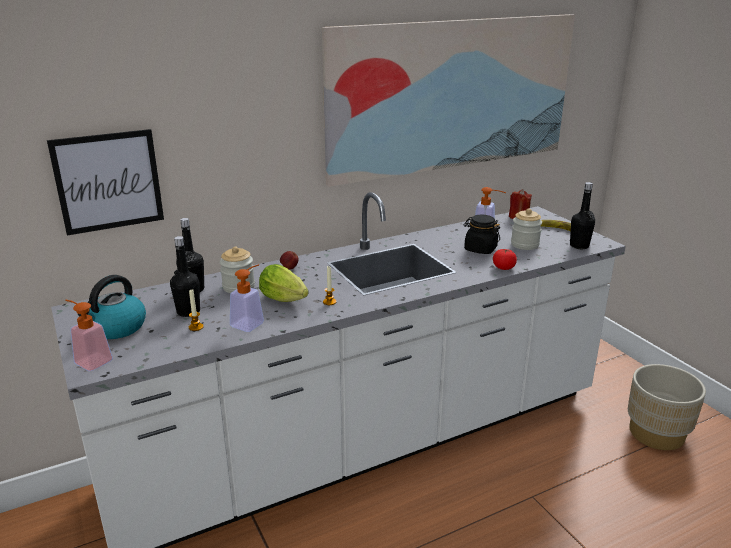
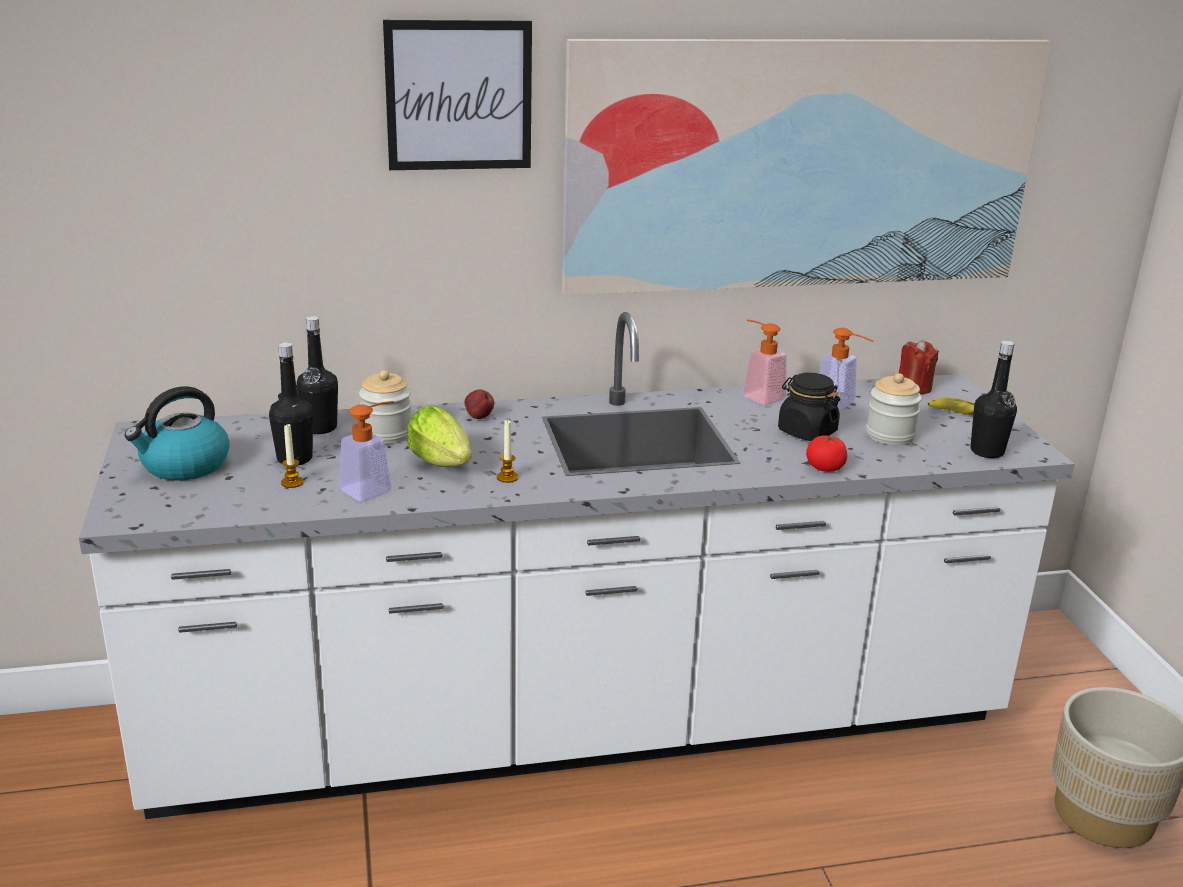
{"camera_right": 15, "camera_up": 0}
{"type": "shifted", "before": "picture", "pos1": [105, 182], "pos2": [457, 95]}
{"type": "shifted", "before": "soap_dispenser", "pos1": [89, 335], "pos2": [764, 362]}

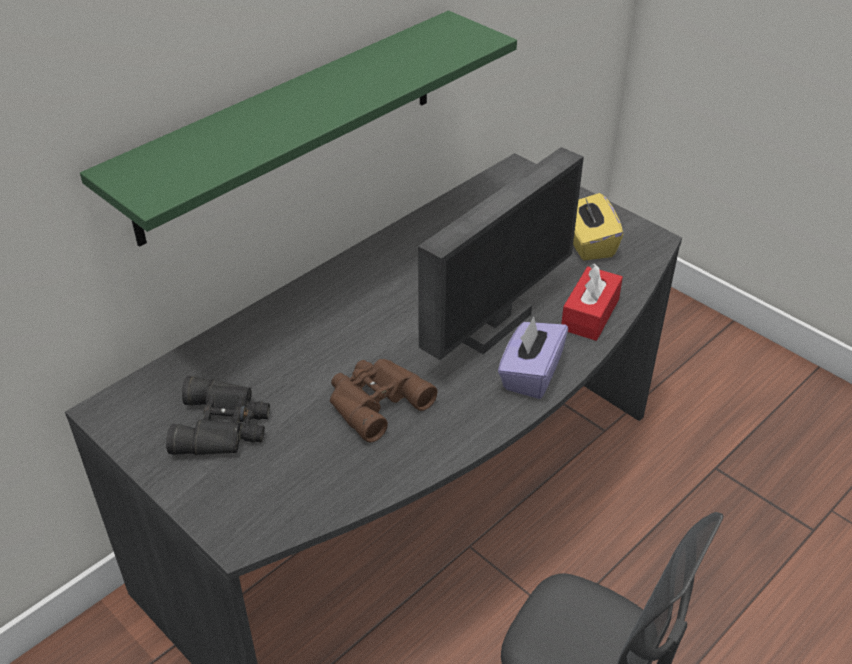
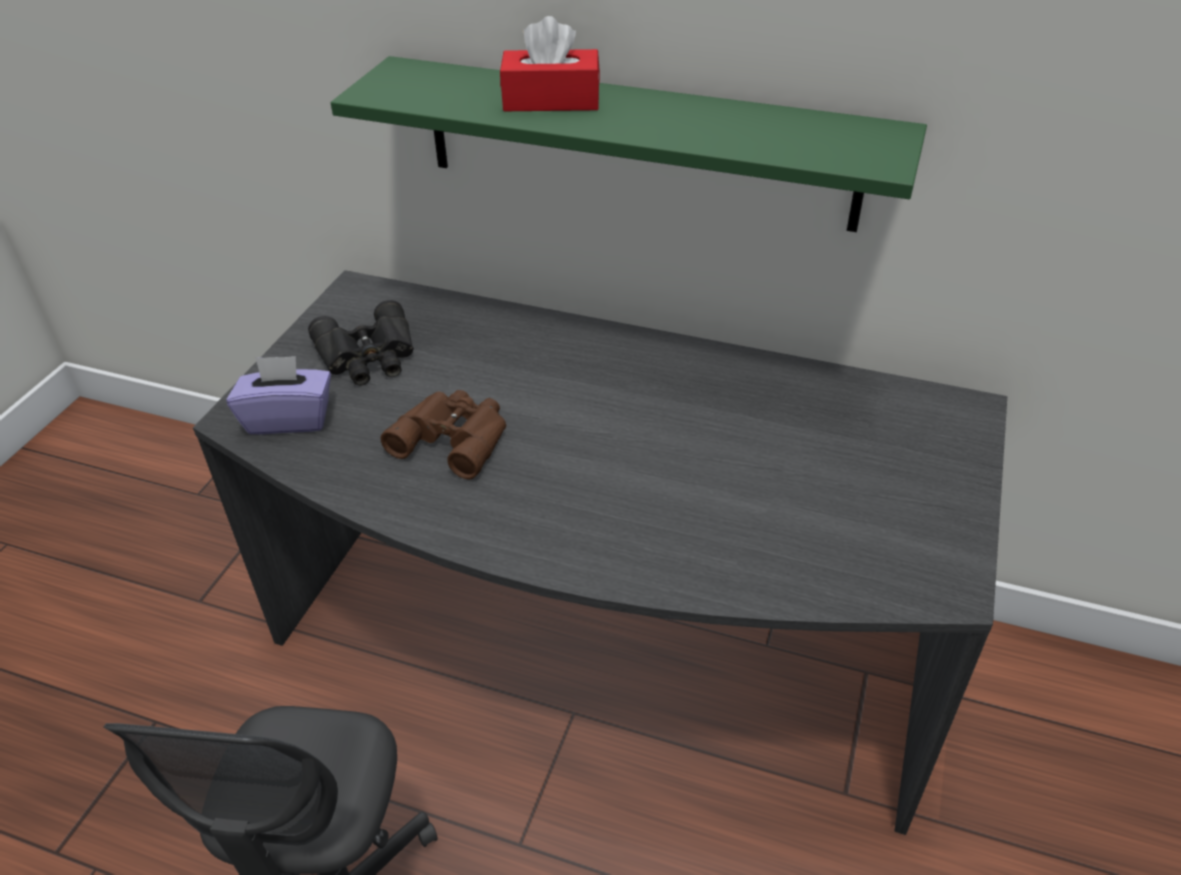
{"camera_right": 65, "camera_up": 0}
{"type": "shifted", "before": "purple_tissue_box", "pos1": [533, 358], "pos2": [278, 395]}
{"type": "shifted", "before": "red_tissue_box", "pos1": [592, 302], "pos2": [550, 63]}
{"type": "gone", "before": "monitor", "pos1": [501, 253]}
{"type": "gone", "before": "yellow_tissue_box", "pos1": [598, 227]}

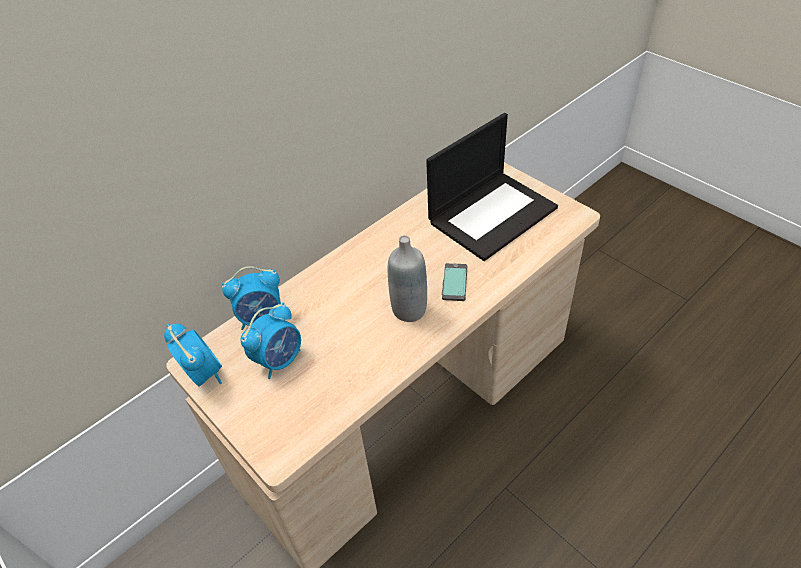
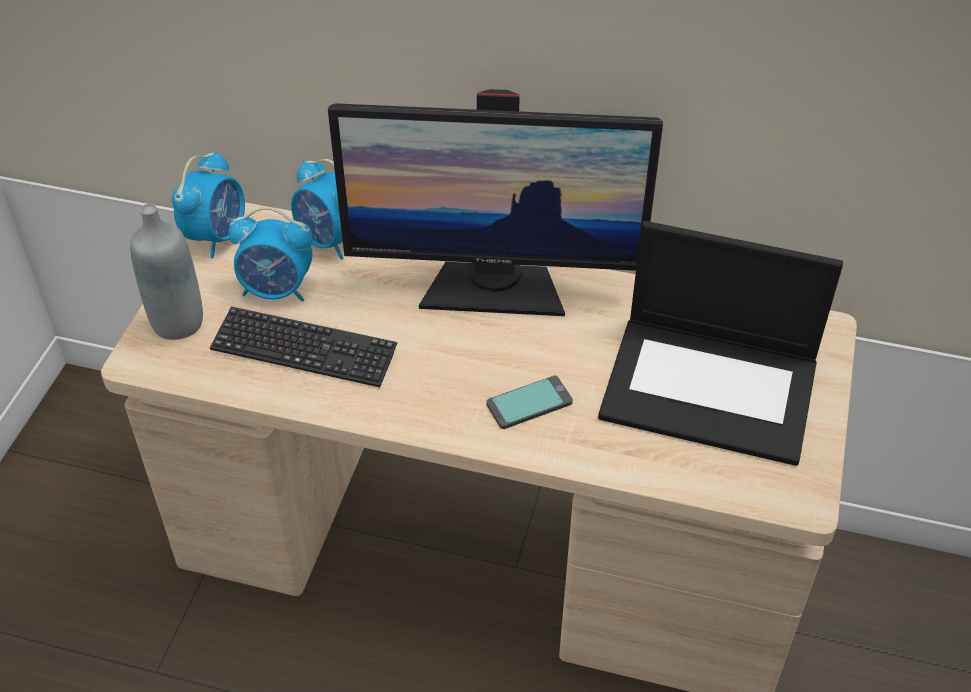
{"camera_right": 55, "camera_up": 0}
{"type": "shifted", "before": "grey_bottle", "pos1": [407, 278], "pos2": [166, 272]}
{"type": "new", "after": "keyboard", "pos2": [303, 346]}
{"type": "new", "after": "monitor", "pos2": [495, 202]}

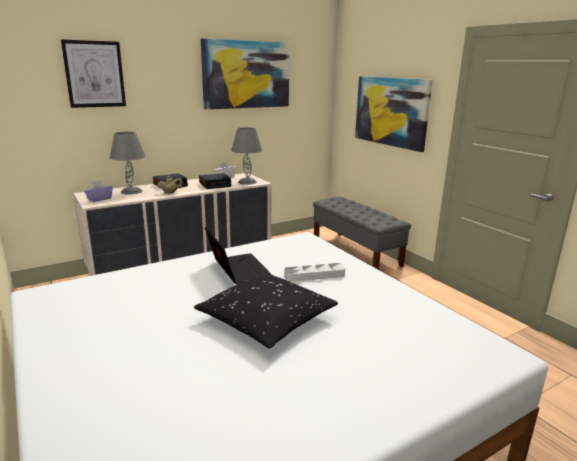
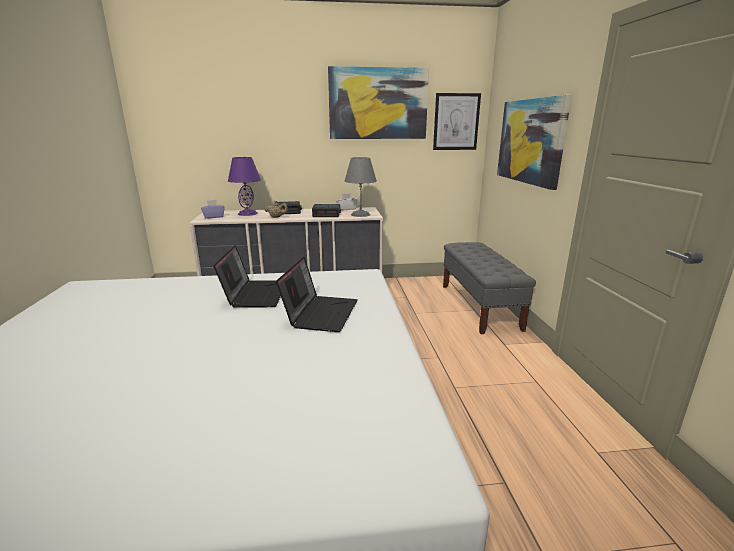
{"camera_right": 25, "camera_up": 0}
{"type": "repainted", "before": "grey_table_lamp", "after": "purple_table_lamp", "pos1": [128, 163], "pos2": [244, 186]}
{"type": "swapped", "before": "grey_tray", "after": "laptop", "pos1": [314, 272], "pos2": [316, 294]}
{"type": "shifted", "before": "picture", "pos1": [93, 73], "pos2": [457, 121]}
{"type": "gone", "before": "black_pillow", "pos1": [266, 310]}

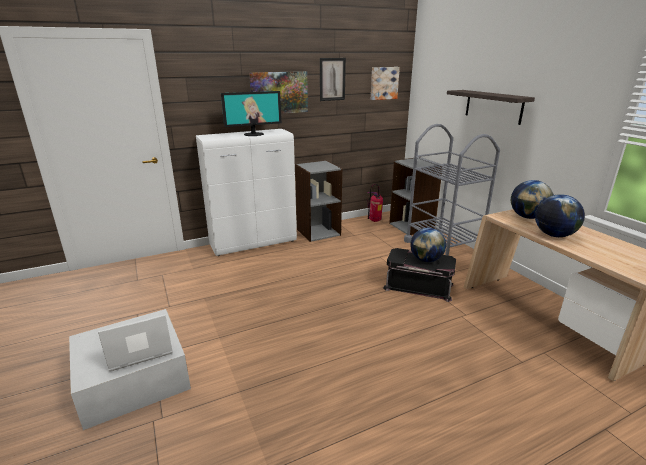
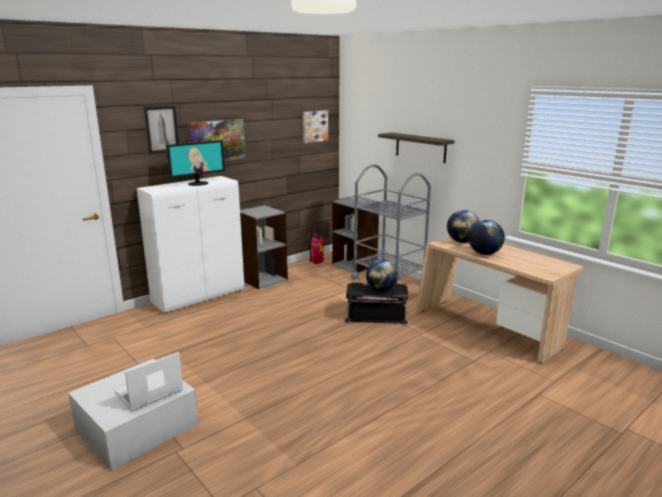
{"camera_right": -15, "camera_up": -5}
{"type": "shifted", "before": "picture", "pos1": [333, 79], "pos2": [161, 130]}

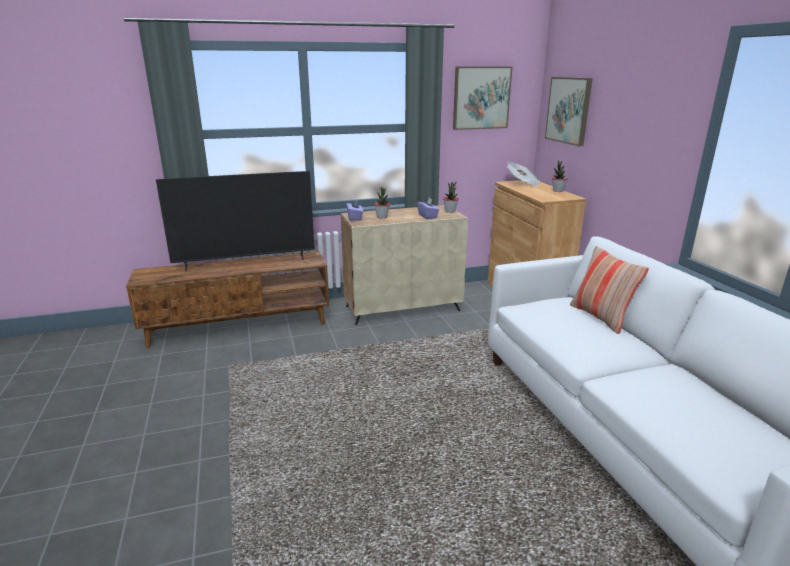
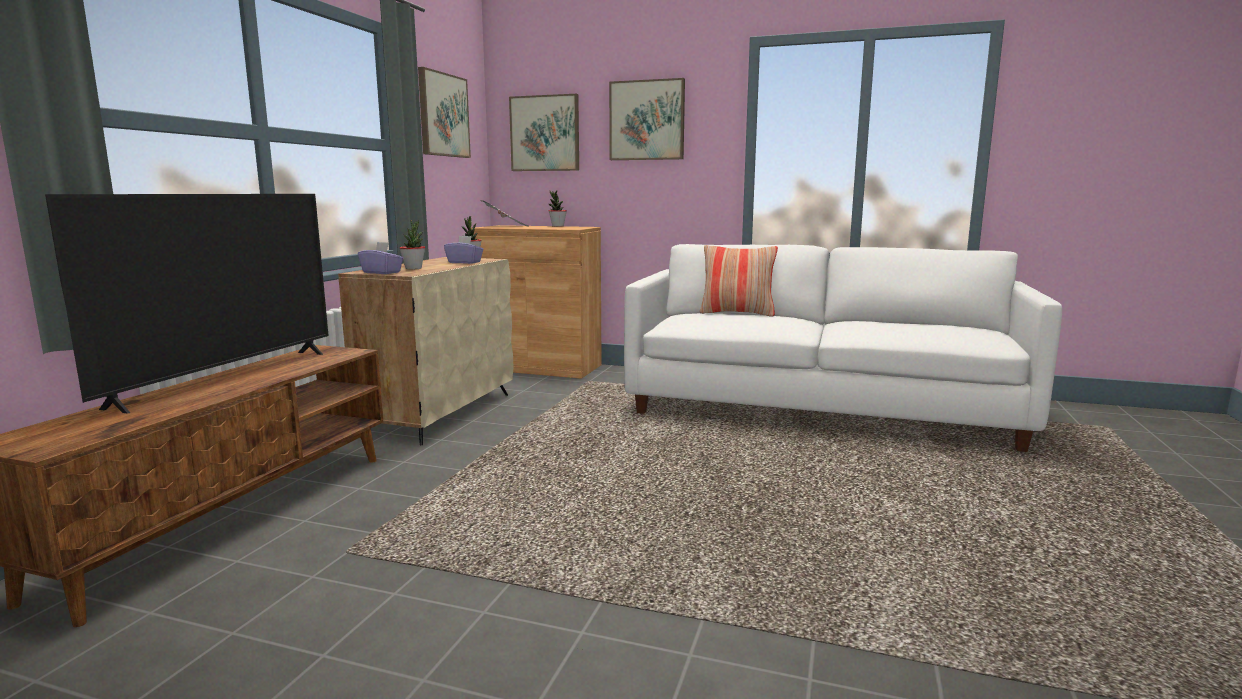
{"camera_right": -55, "camera_up": -10}
{"type": "new", "after": "picture", "pos2": [647, 119]}

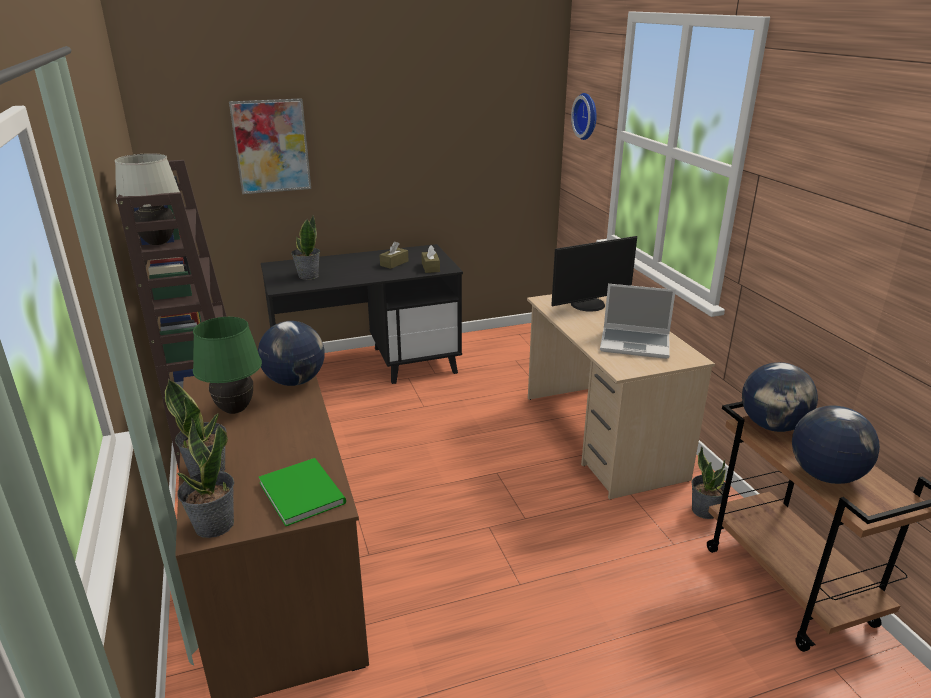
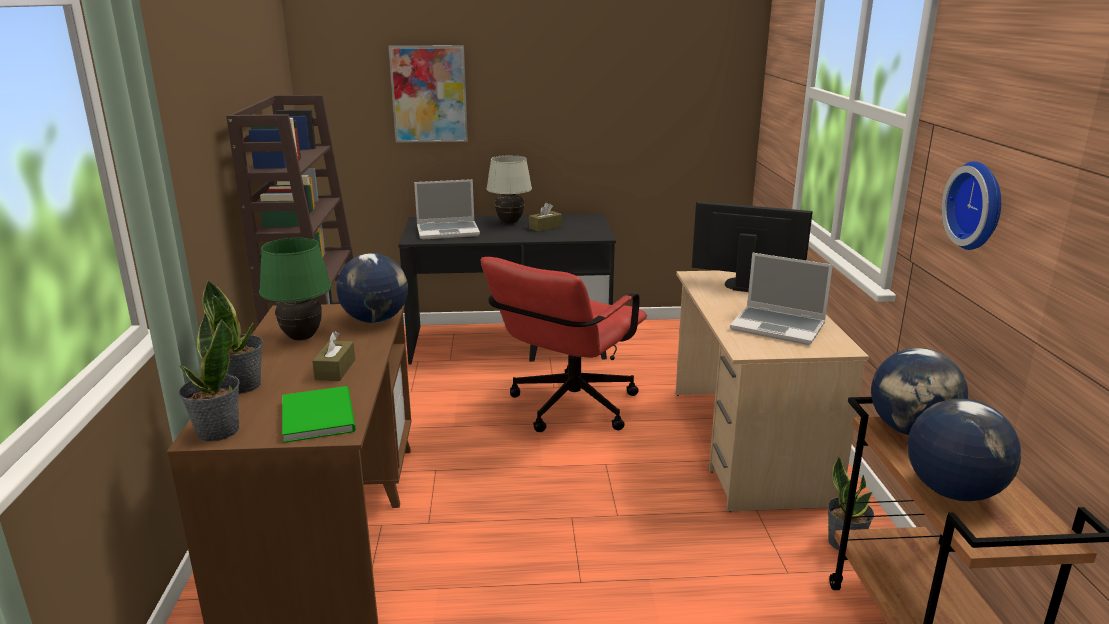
{"camera_right": 15, "camera_up": -5}
{"type": "shifted", "before": "brown_tissue_box", "pos1": [431, 259], "pos2": [333, 356]}
{"type": "swapped", "before": "potted_plant", "after": "laptop", "pos1": [305, 248], "pos2": [447, 209]}
{"type": "new", "after": "red_office_chair", "pos2": [563, 344]}
{"type": "shifted", "before": "white_table_lamp", "pos1": [147, 199], "pos2": [509, 189]}
{"type": "rotated", "before": "monitor", "pos1": [594, 273], "pos2": [752, 246], "turn": -150}
{"type": "shifted", "before": "wall_clock", "pos1": [584, 116], "pos2": [971, 205]}

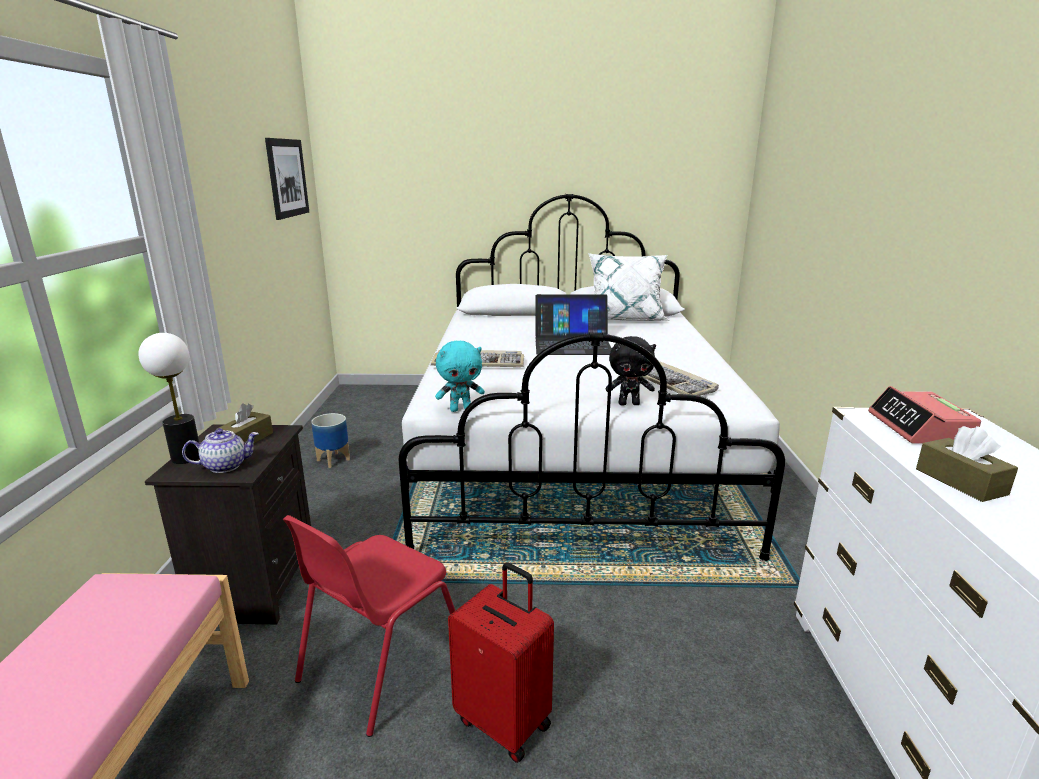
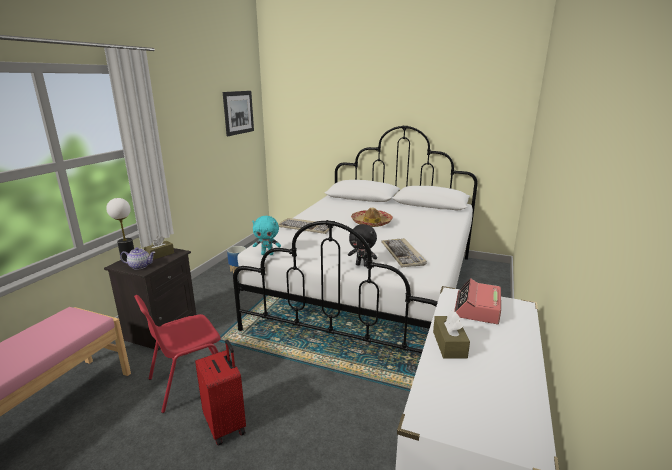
{"camera_right": 20, "camera_up": 0}
{"type": "swapped", "before": "laptop", "after": "hat", "pos1": [573, 324], "pos2": [372, 217]}
{"type": "gone", "before": "white_pillow", "pos1": [629, 287]}

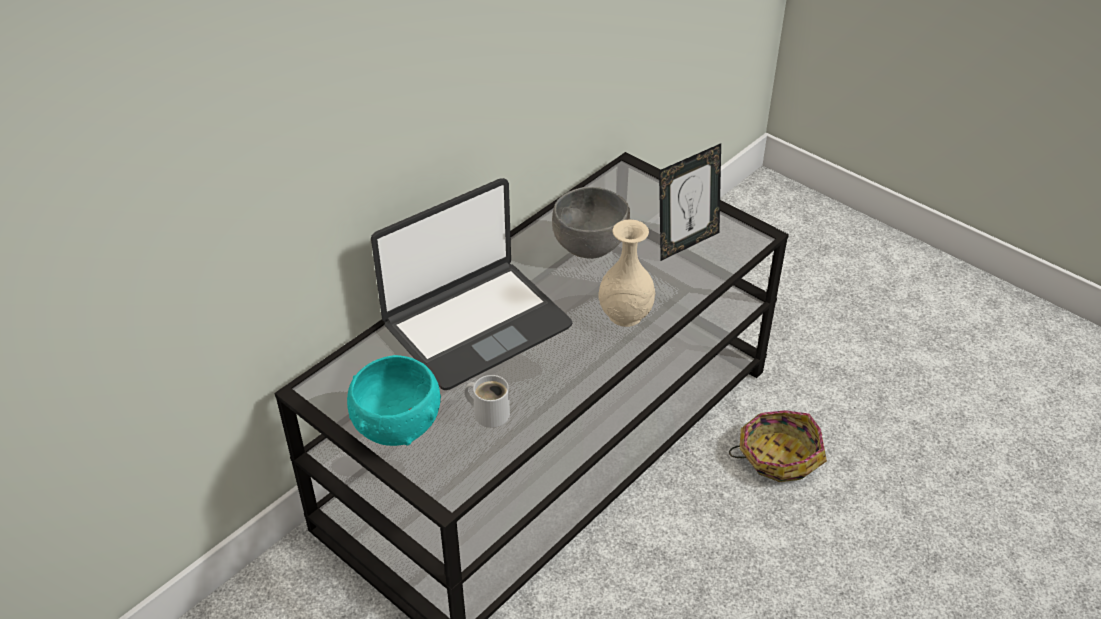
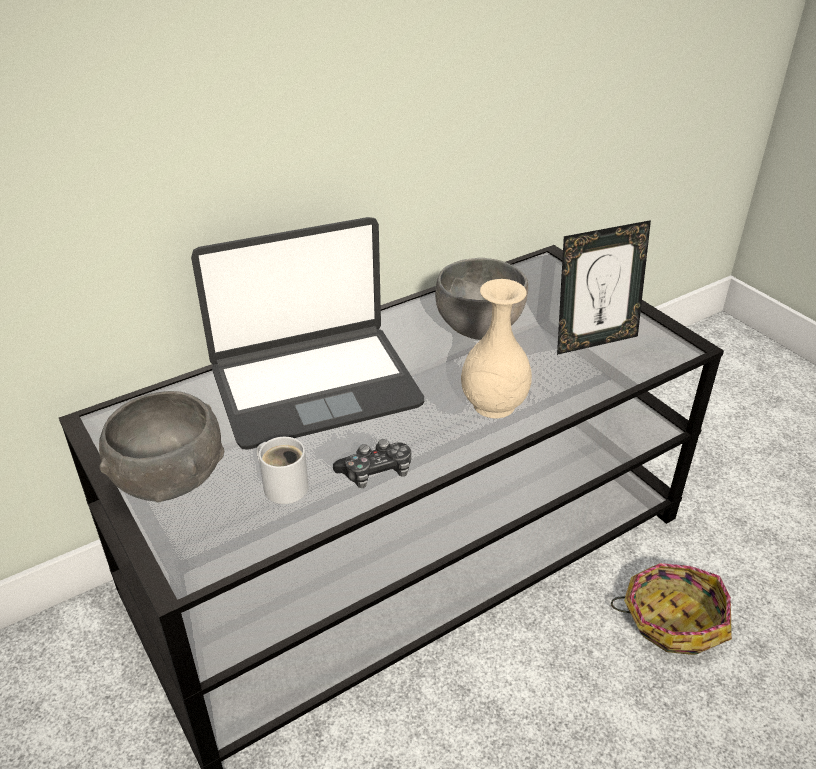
{"camera_right": 15, "camera_up": -5}
{"type": "repainted", "before": "turquoise_bowl", "after": "grey_bowl", "pos1": [394, 400], "pos2": [161, 447]}
{"type": "new", "after": "game_controller", "pos2": [372, 463]}

